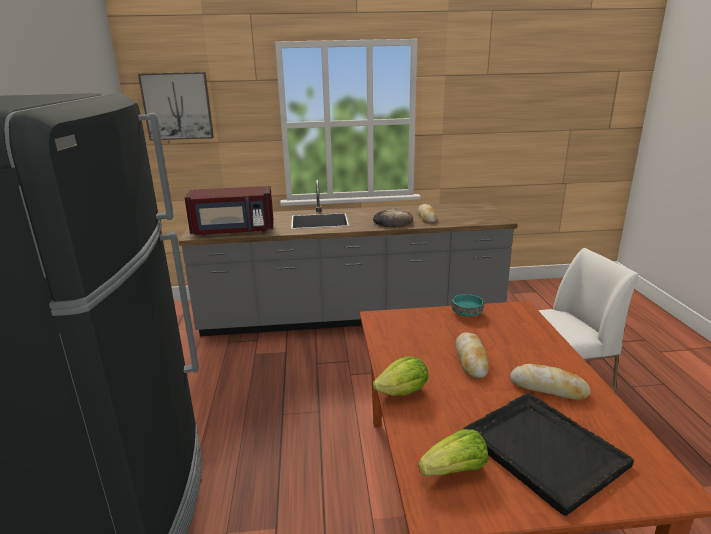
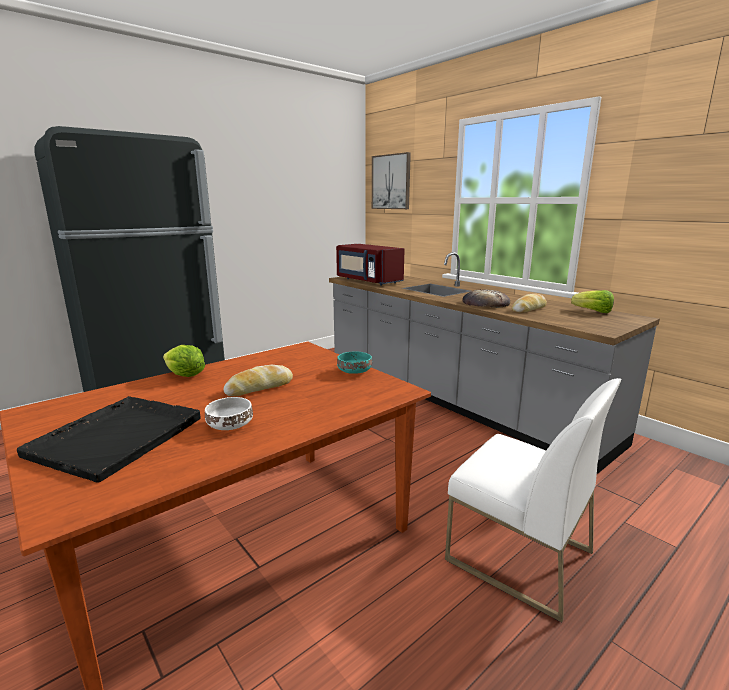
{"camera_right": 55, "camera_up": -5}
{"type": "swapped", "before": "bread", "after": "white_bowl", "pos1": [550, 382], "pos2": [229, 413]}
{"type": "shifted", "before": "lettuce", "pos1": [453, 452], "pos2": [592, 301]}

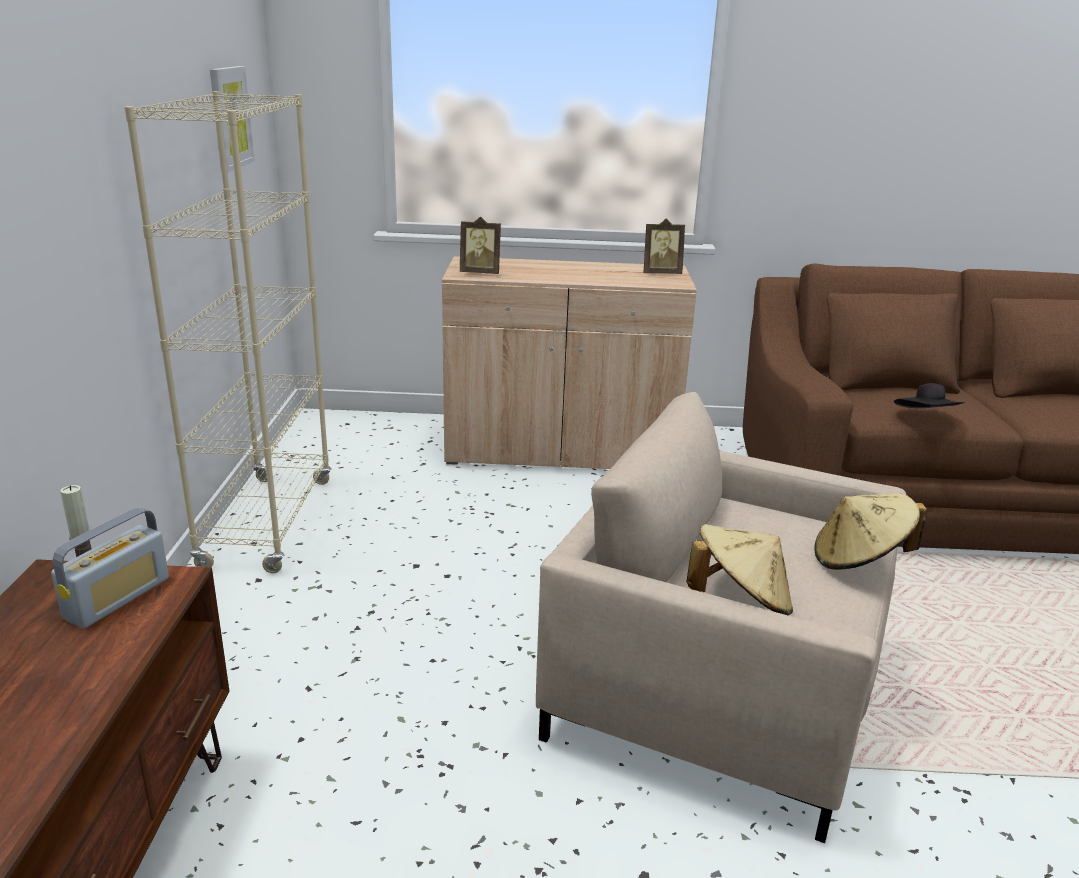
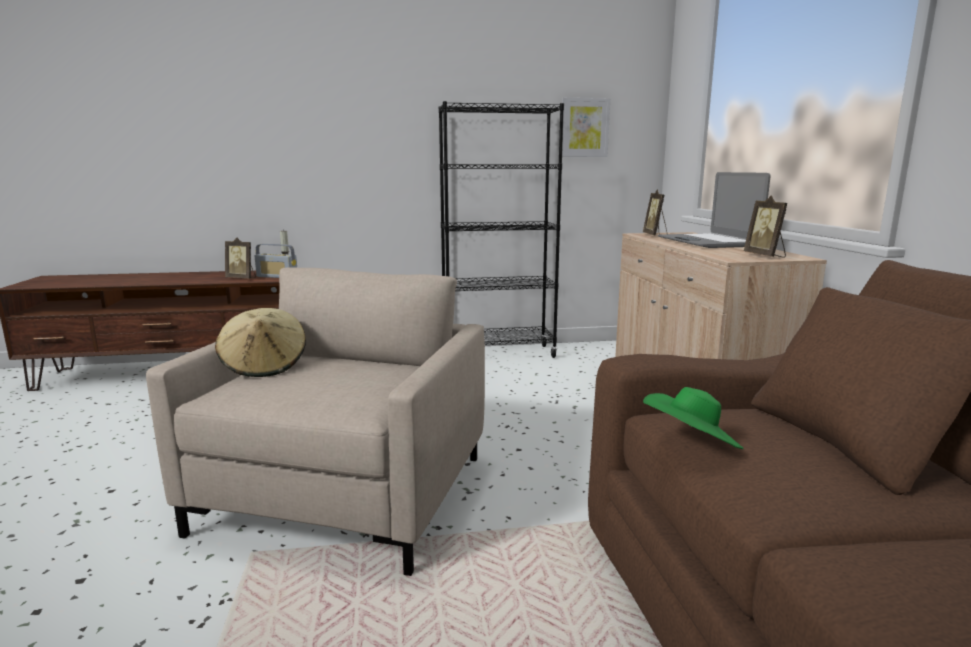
{"camera_right": 80, "camera_up": -10}
{"type": "new", "after": "picture_frame", "pos2": [240, 258]}
{"type": "repainted", "before": "beige_bookcase", "after": "black_bookcase", "pos1": [228, 332], "pos2": [501, 229]}
{"type": "repainted", "before": "black_hat", "after": "green_hat", "pos1": [929, 395], "pos2": [693, 418]}
{"type": "new", "after": "laptop", "pos2": [714, 210]}
{"type": "gone", "before": "beige_hat", "pos1": [870, 531]}

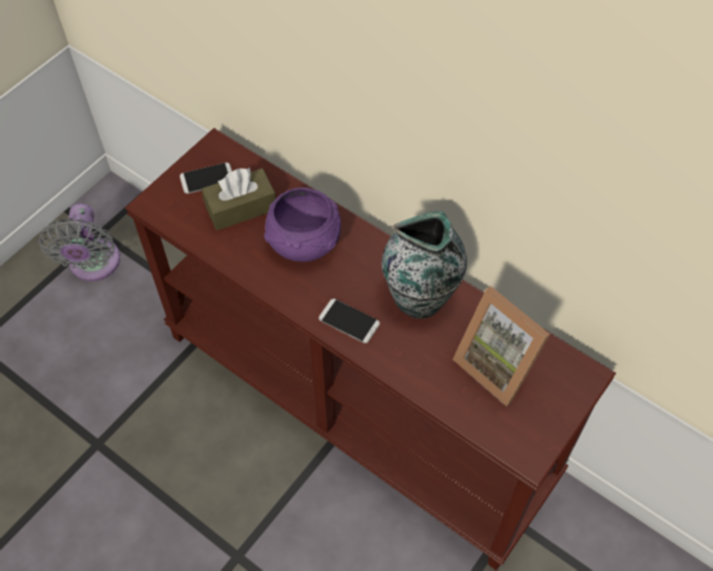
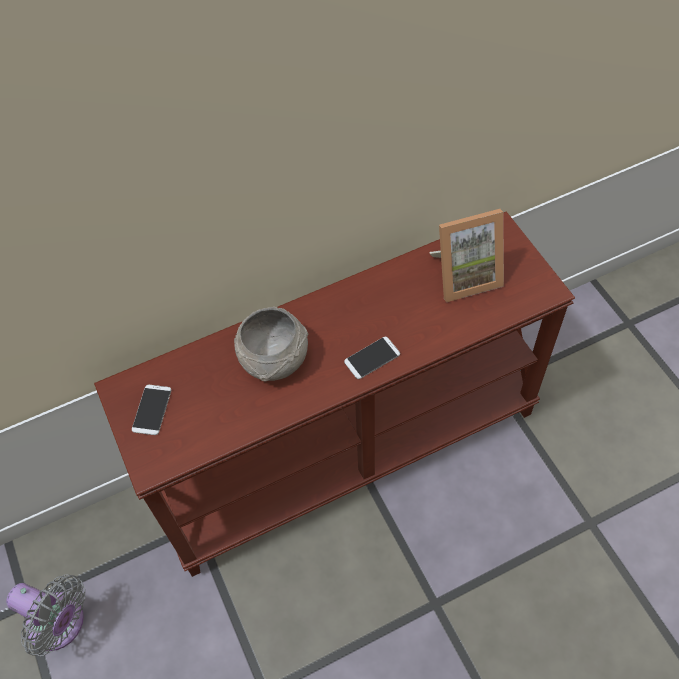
{"camera_right": -60, "camera_up": 0}
{"type": "repainted", "before": "purple_bowl", "after": "grey_bowl", "pos1": [302, 225], "pos2": [271, 343]}
{"type": "gone", "before": "brown_tissue_box", "pos1": [239, 198]}
{"type": "gone", "before": "vase", "pos1": [424, 265]}

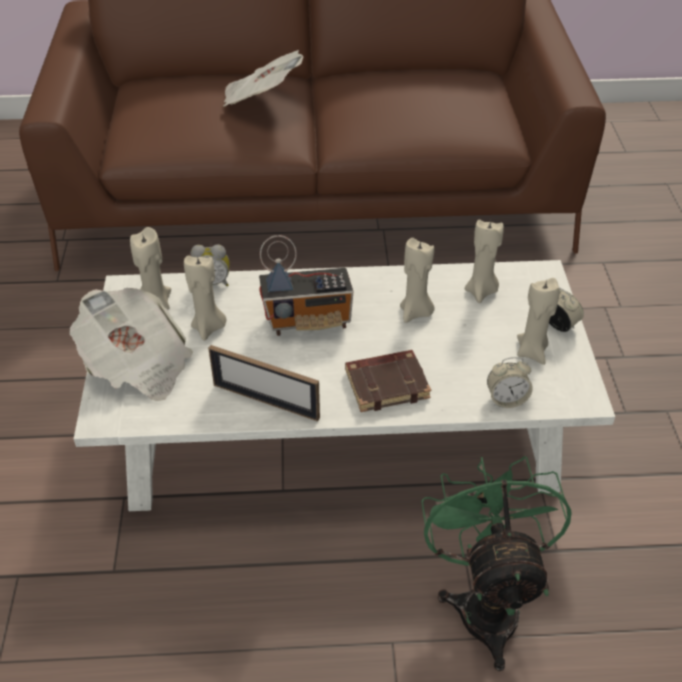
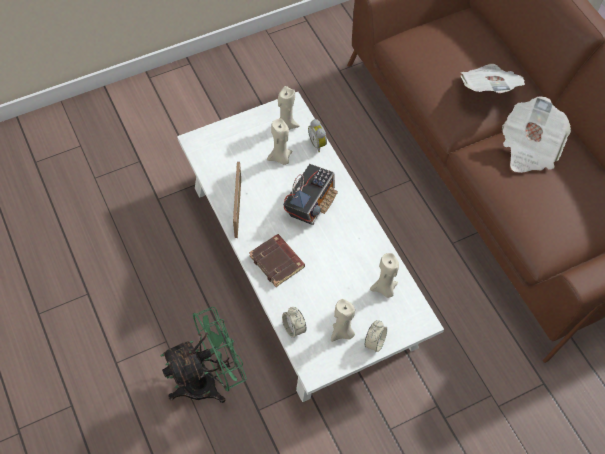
{"camera_right": 65, "camera_up": 15}
{"type": "rotated", "before": "radio", "pos1": [306, 285], "pos2": [310, 194], "turn": -120}
{"type": "shifted", "before": "newspaper", "pos1": [131, 344], "pos2": [536, 134]}
{"type": "gone", "before": "beige_candle", "pos1": [417, 280]}

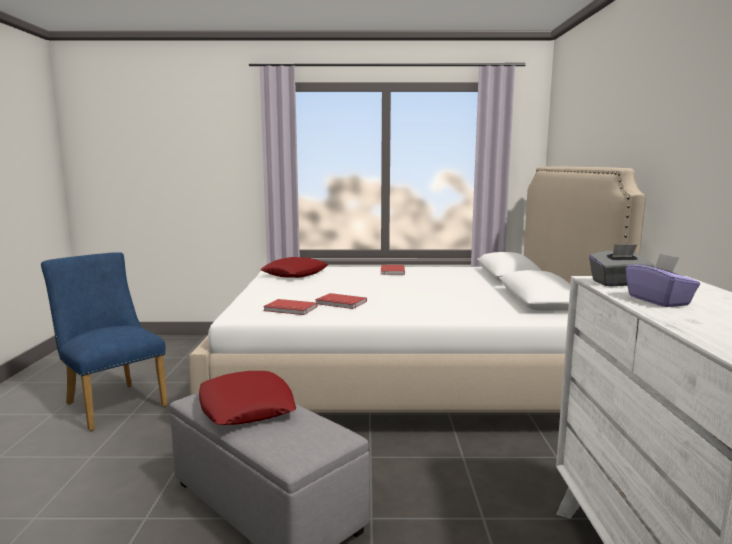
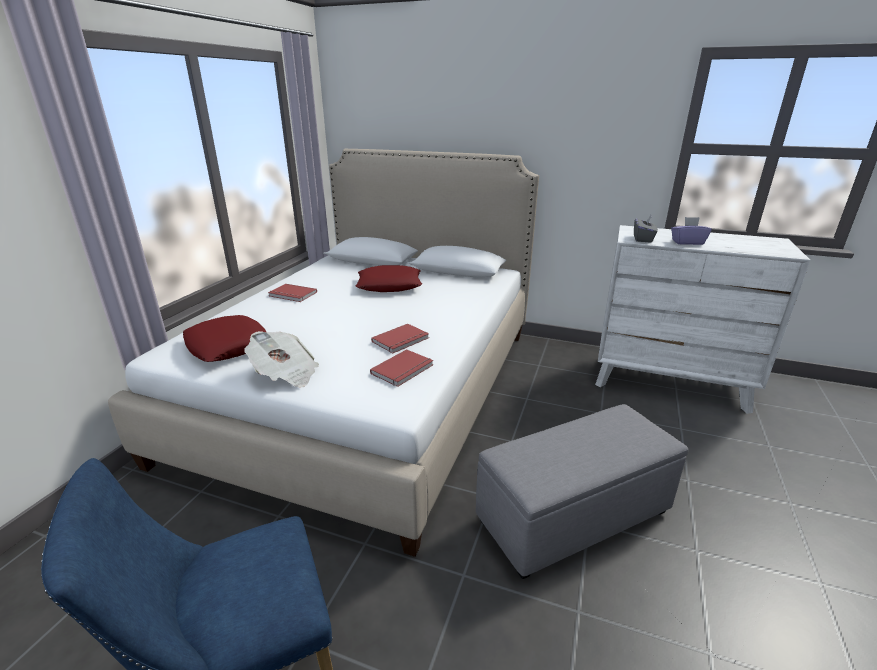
{"camera_right": -70, "camera_up": 15}
{"type": "new", "after": "newspaper", "pos2": [282, 359]}
{"type": "shifted", "before": "red_pillow", "pos1": [247, 398], "pos2": [389, 278]}

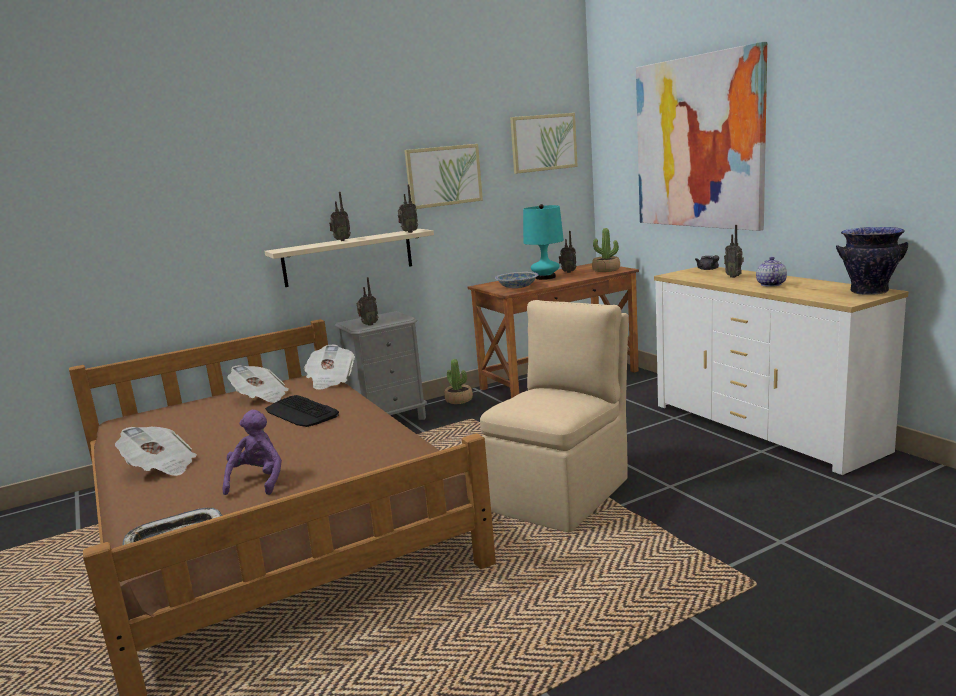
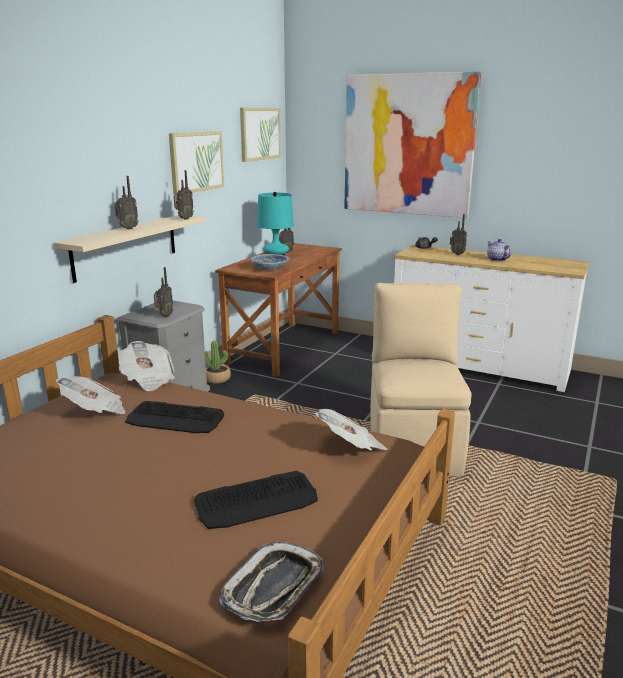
{"camera_right": -35, "camera_up": 5}
{"type": "swapped", "before": "purple_plush_toy", "after": "keyboard", "pos1": [252, 452], "pos2": [256, 500]}
{"type": "shifted", "before": "newspaper", "pos1": [156, 451], "pos2": [351, 430]}
{"type": "gone", "before": "potted_plant", "pos1": [606, 250]}
{"type": "gone", "before": "vase", "pos1": [872, 261]}

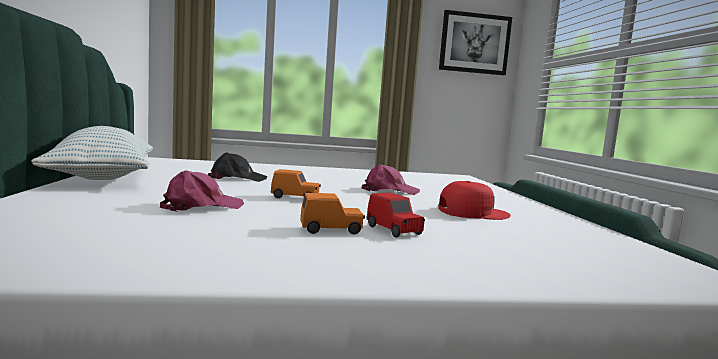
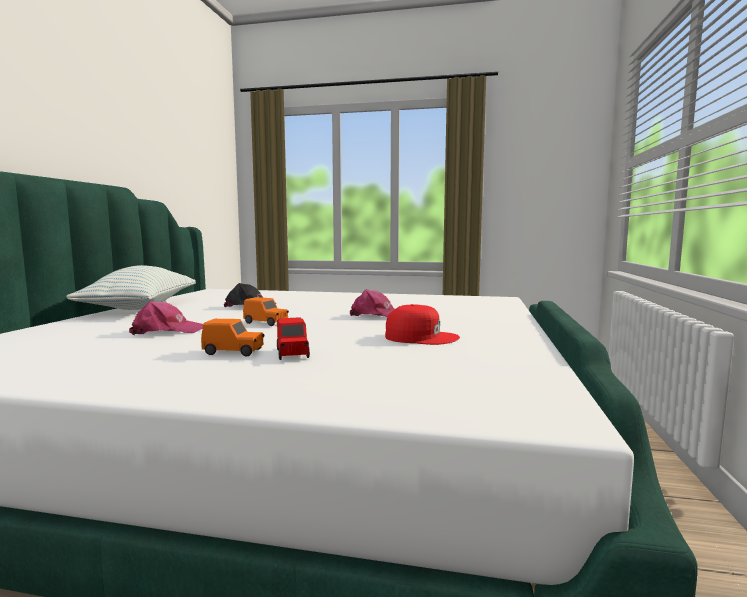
{"camera_right": 20, "camera_up": 0}
{"type": "gone", "before": "picture", "pos1": [475, 42]}

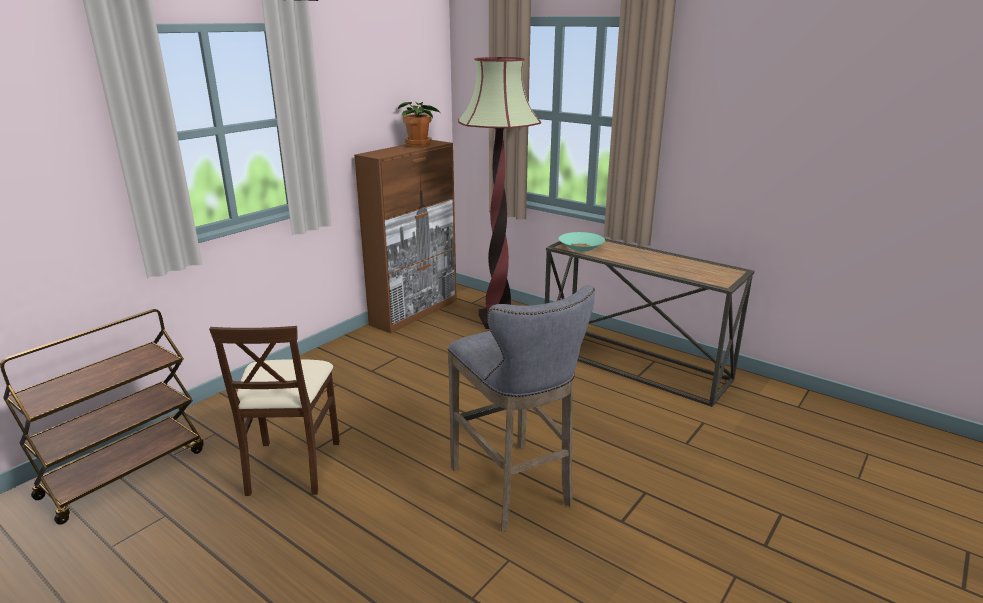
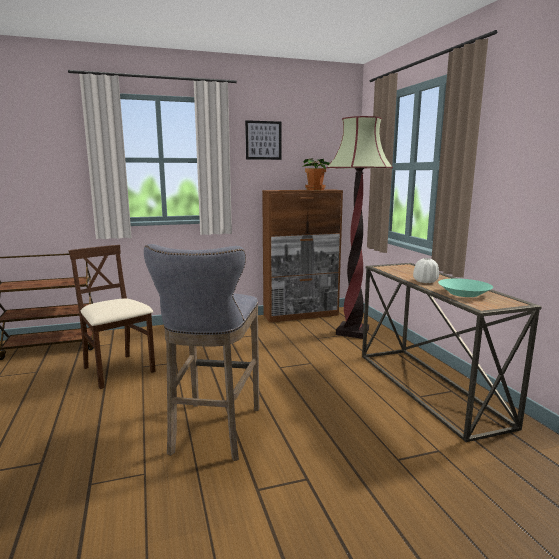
{"camera_right": 35, "camera_up": -10}
{"type": "rotated", "before": "beige_chair", "pos1": [274, 411], "pos2": [112, 317], "turn": 105}
{"type": "new", "after": "picture", "pos2": [263, 140]}
{"type": "new", "after": "white_vase", "pos2": [426, 270]}
{"type": "shifted", "before": "turquoise_bowl", "pos1": [582, 241], "pos2": [465, 287]}

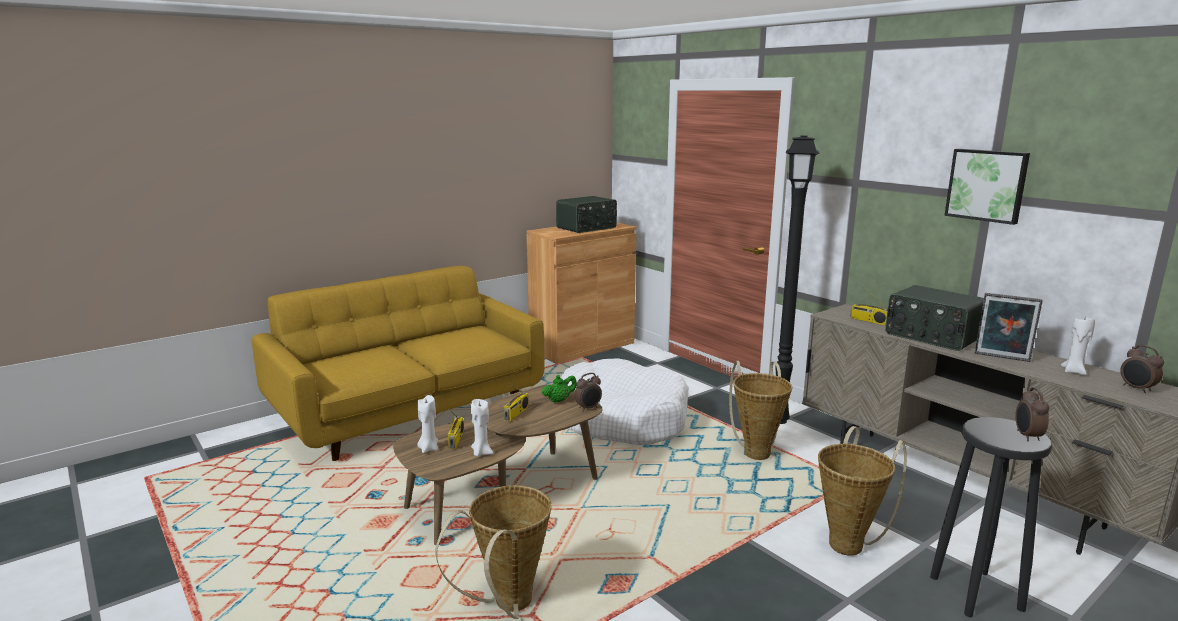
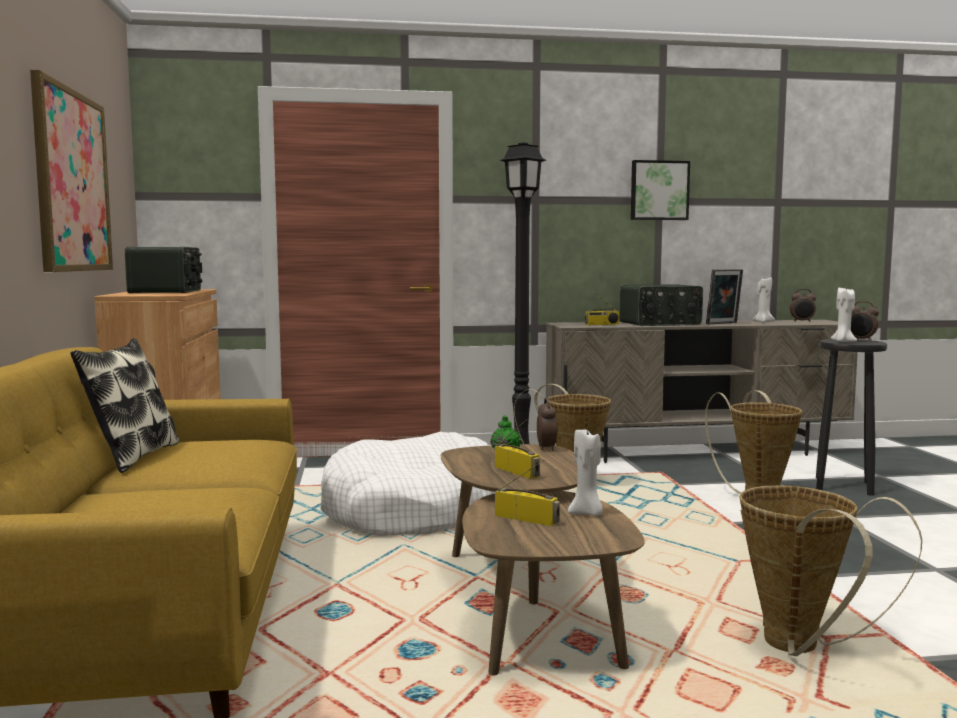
{"camera_right": -60, "camera_up": -10}
{"type": "new", "after": "picture", "pos2": [71, 171]}
{"type": "new", "after": "pillow", "pos2": [124, 405]}
{"type": "shifted", "before": "white_candle", "pos1": [427, 424], "pos2": [844, 314]}

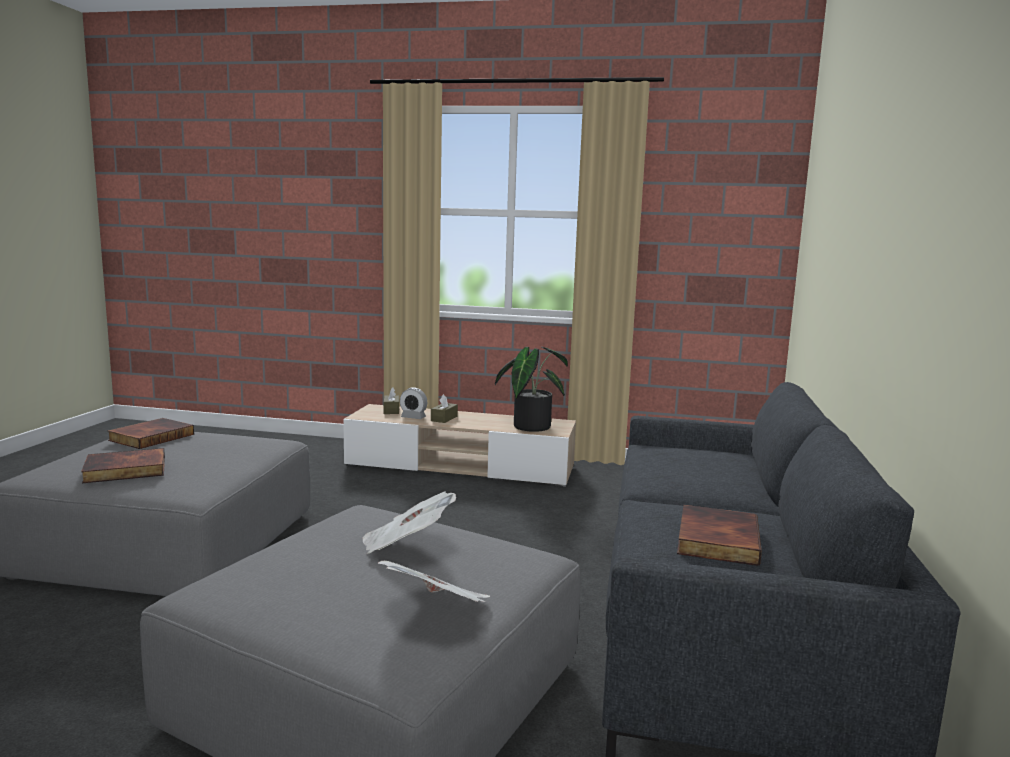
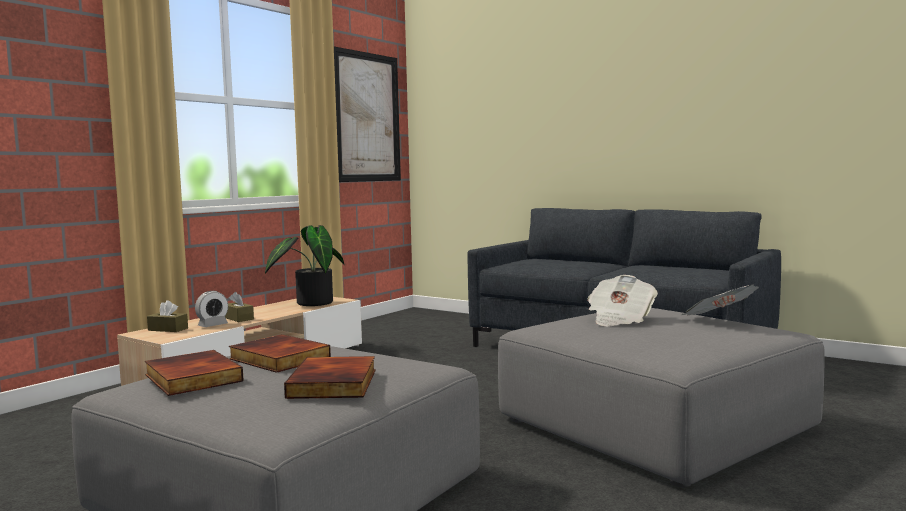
{"camera_right": -65, "camera_up": -5}
{"type": "shifted", "before": "book", "pos1": [719, 535], "pos2": [280, 353]}
{"type": "new", "after": "picture", "pos2": [367, 114]}

